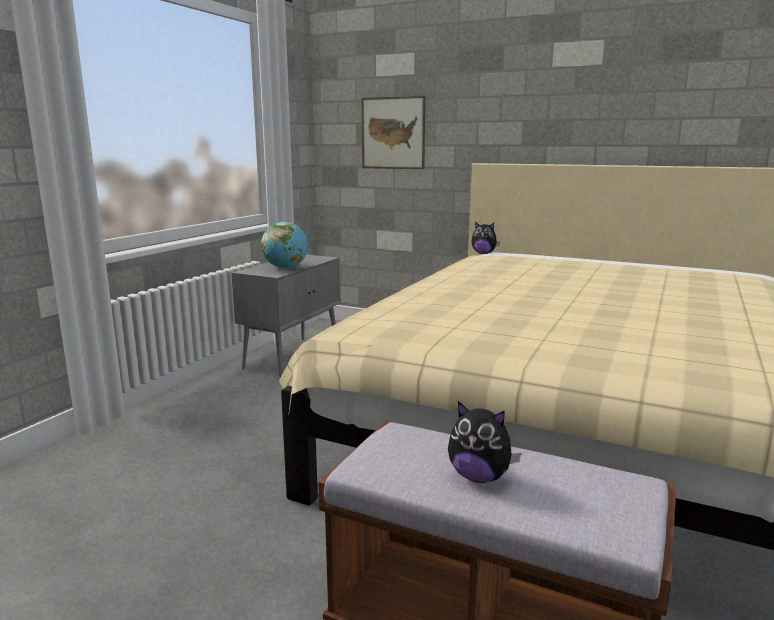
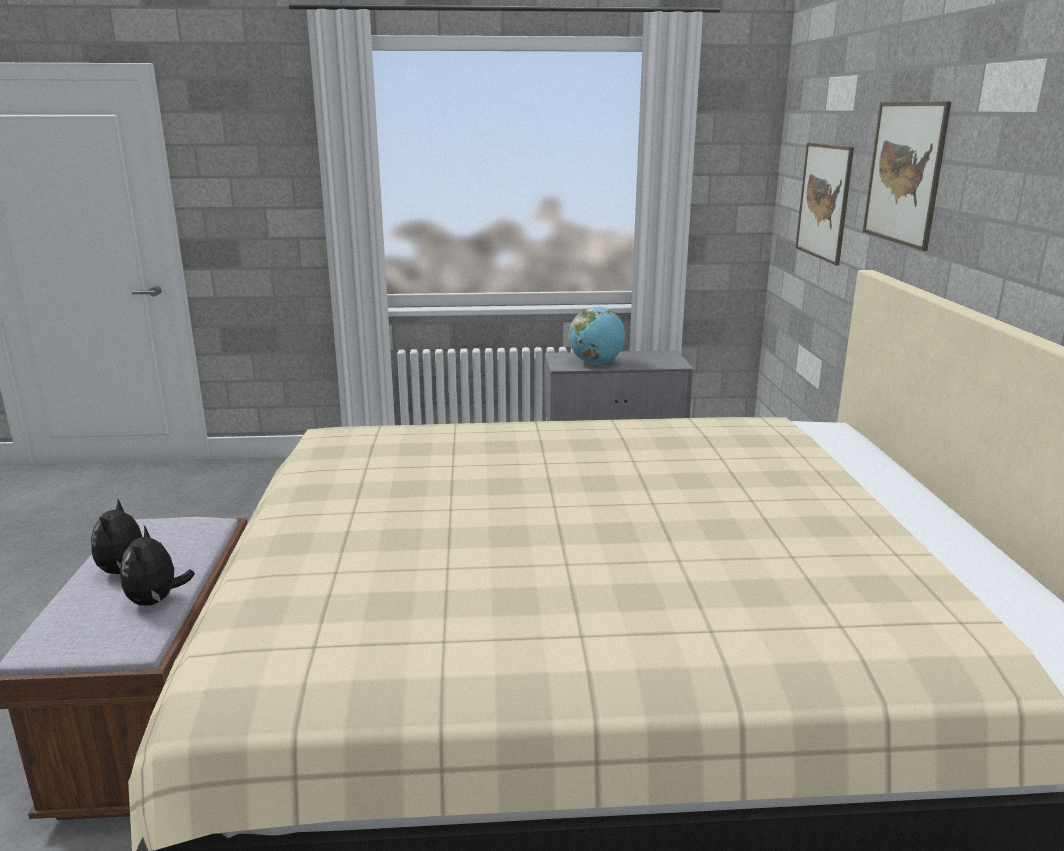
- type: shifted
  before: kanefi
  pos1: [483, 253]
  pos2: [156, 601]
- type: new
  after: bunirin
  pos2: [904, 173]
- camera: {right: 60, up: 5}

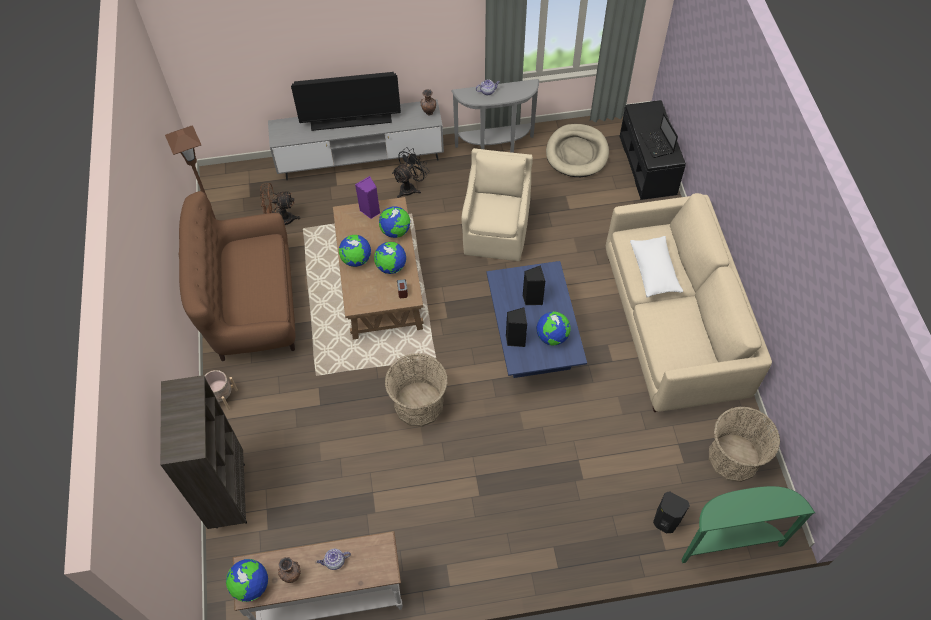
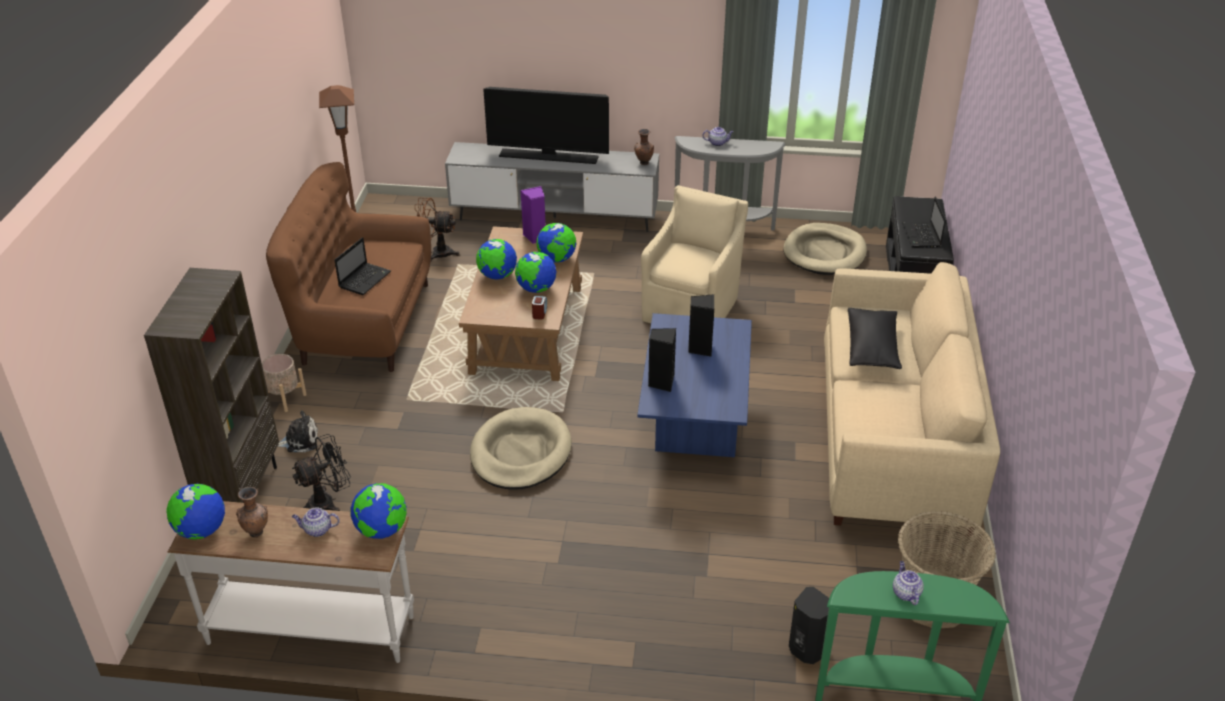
- type: new
  after: kanefi
  pos2: [300, 440]
- type: shifted
  before: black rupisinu
  pos1: [410, 187]
  pos2: [328, 501]
- type: new
  after: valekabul
  pos2: [365, 279]
- type: shifted
  before: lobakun
  pos1: [552, 337]
  pos2: [382, 530]
- type: swapped
  before: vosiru
  after: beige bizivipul
  pos1: [418, 404]
  pos2: [520, 453]
- type: repainted
  before: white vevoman
  after: black vevoman
  pos1: [654, 271]
  pos2: [872, 348]
- type: new
  after: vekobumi
  pos2: [905, 593]
- camera: {right: 15, up: -20}

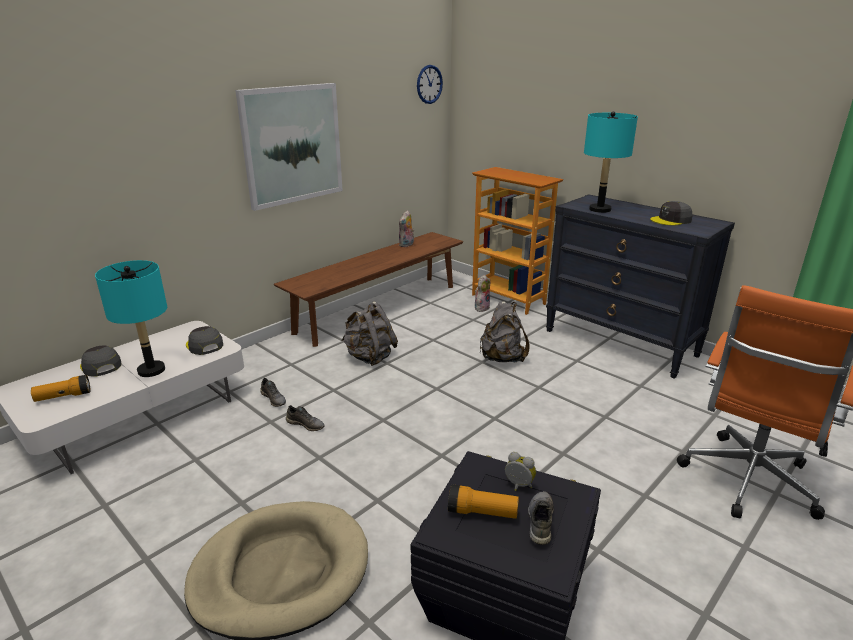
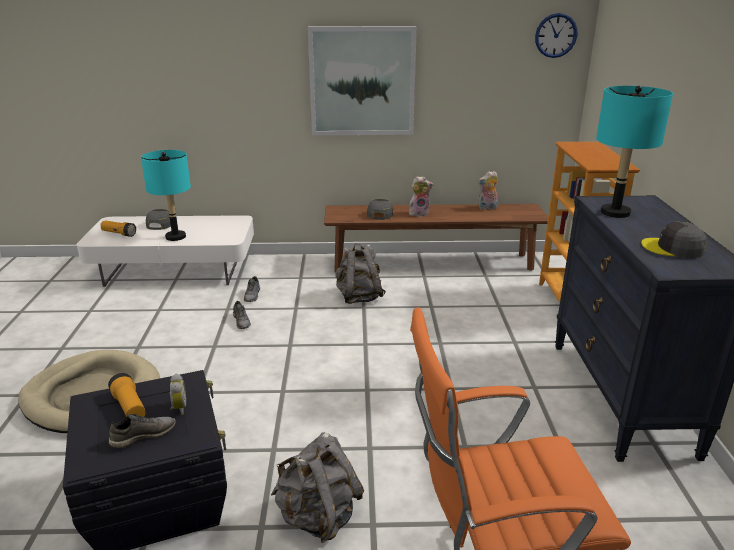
- type: shifted
  before: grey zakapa
  pos1: [502, 358]
  pos2: [318, 517]
- type: shifted
  before: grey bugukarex
  pos1: [204, 345]
  pos2: [380, 214]
- type: shifted
  before: kanefi
  pos1: [481, 307]
  pos2: [419, 213]
- camera: {right: 45, up: 0}

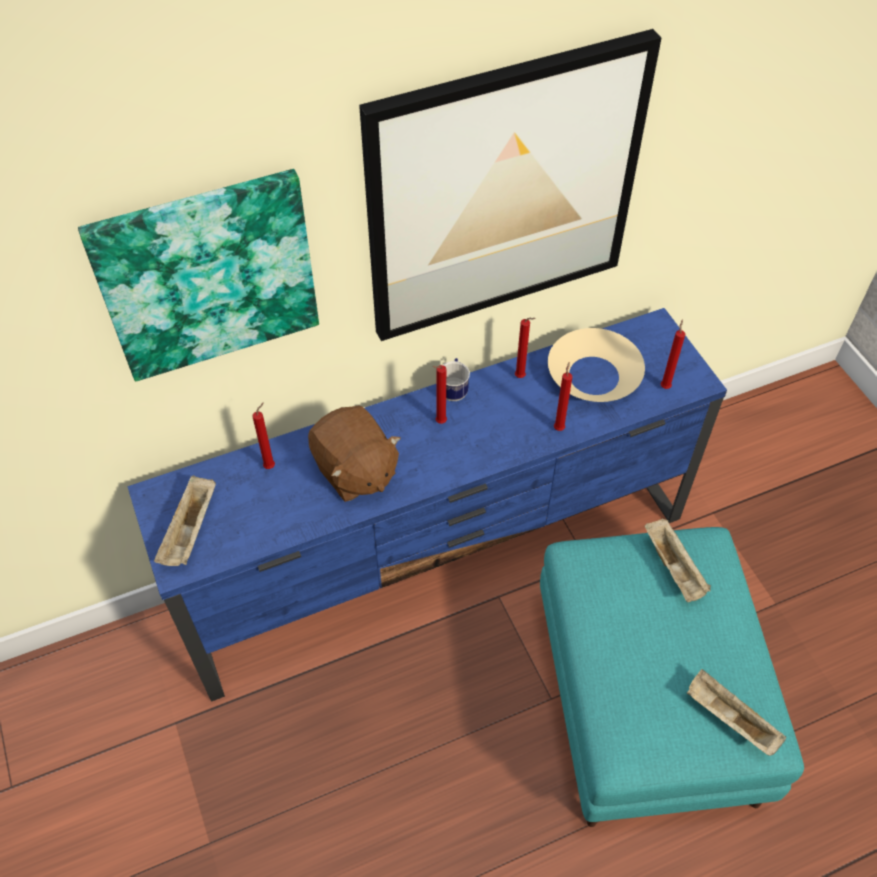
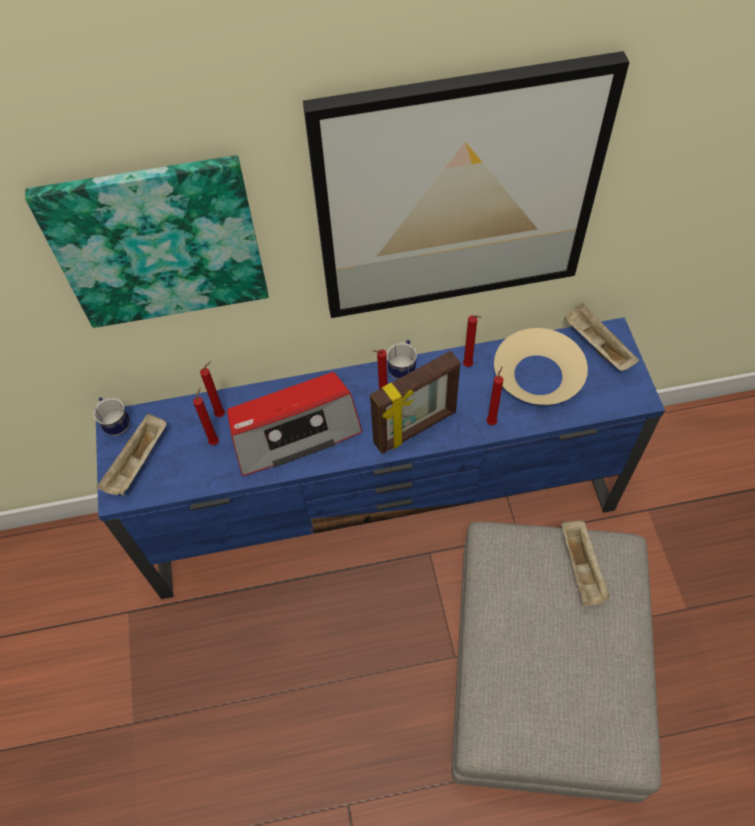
- type: new
  after: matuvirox
  pos2: [115, 423]
- type: shifted
  before: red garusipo
  pos1: [665, 386]
  pos2: [215, 441]
- type: swapped
  before: brown kanefi
  after: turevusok
  pos1: [355, 471]
  pos2: [294, 431]
- type: new
  after: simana
  pos2: [415, 429]
- type: repainted
  before: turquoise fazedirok
  after: grey fazedirok
  pos1: [647, 702]
  pos2: [542, 678]
- type: shifted
  before: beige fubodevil
  pos1: [729, 719]
  pos2: [596, 346]
- camera: {right: 15, up: 5}

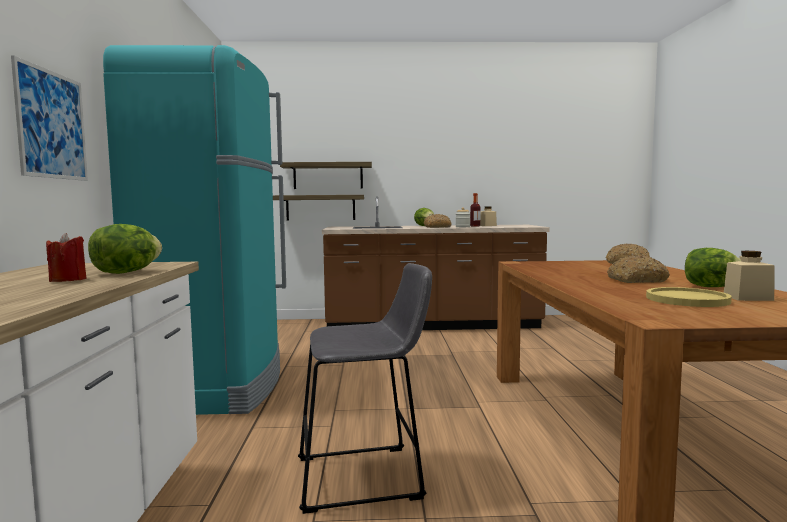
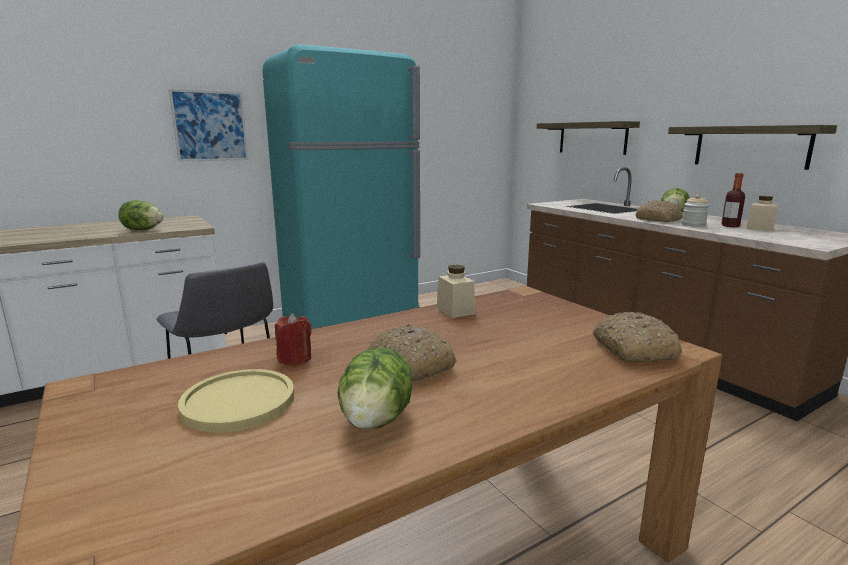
- type: shifted
  before: red garusipo
  pos1: [68, 280]
  pos2: [294, 359]
- type: shifted
  before: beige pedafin
  pos1: [748, 298]
  pos2: [455, 311]
- type: shifted
  before: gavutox
  pos1: [320, 207]
  pos2: [750, 146]
- camera: {right: 60, up: 10}

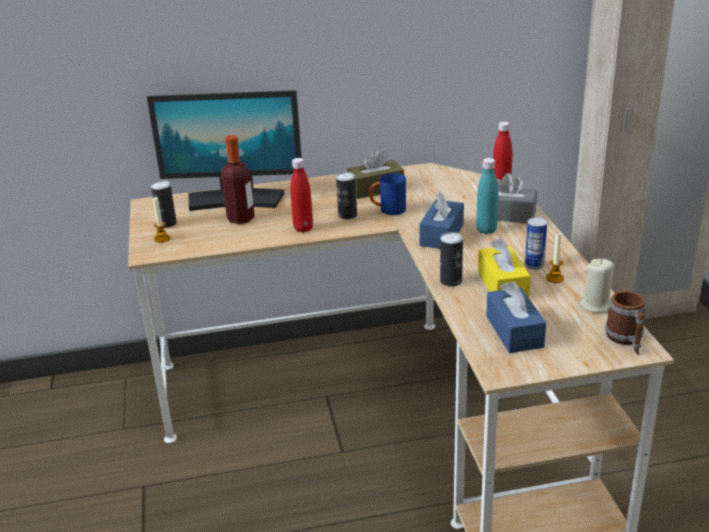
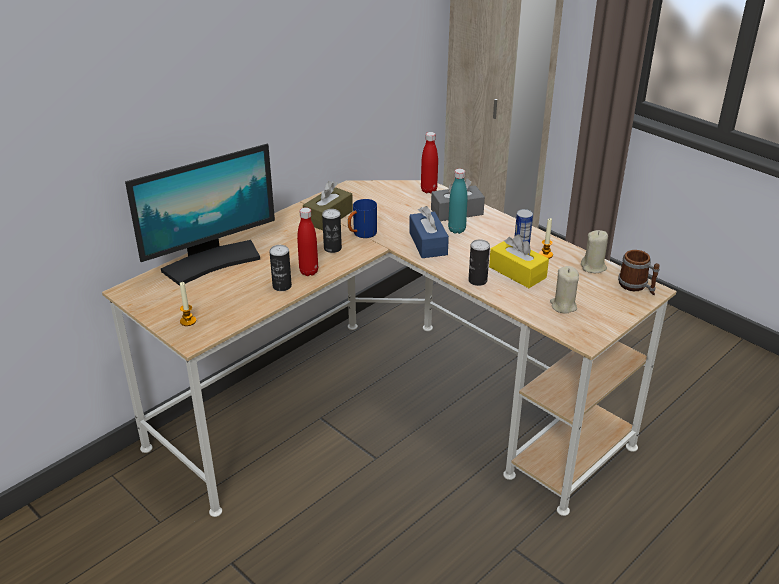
- type: shifted
  before: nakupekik
  pos1: [167, 224]
  pos2: [282, 286]
- type: swapped
  before: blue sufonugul
  after: beige garusipo
  pos1: [514, 331]
  pos2: [563, 306]
- type: gone
  before: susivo
  pos1: [240, 219]
- camera: {right: -35, up: 5}

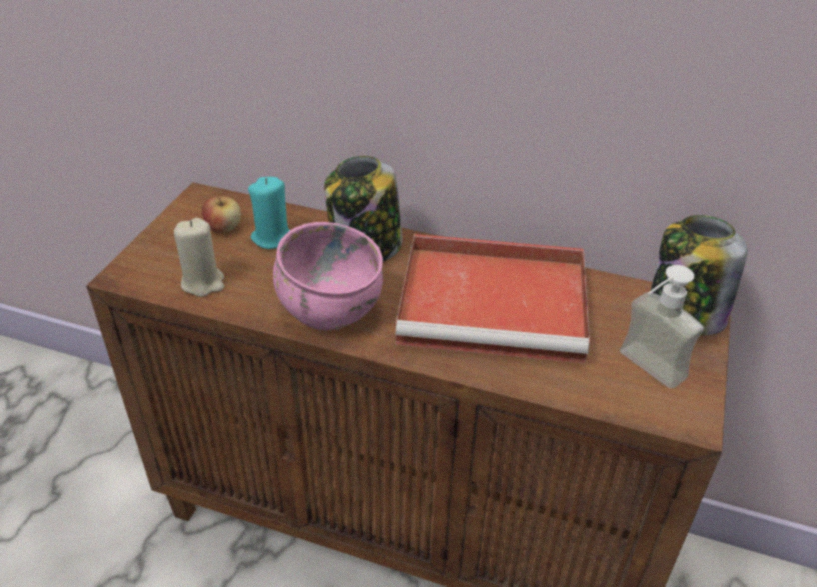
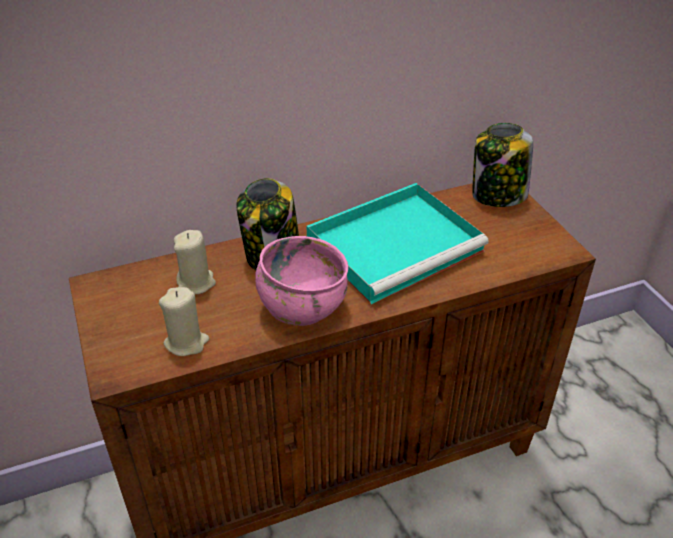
- type: repainted
  before: turquoise garusipo
  after: beige garusipo
  pos1: [273, 238]
  pos2: [196, 283]
- type: repainted
  before: red fubodevil
  after: turquoise fubodevil
  pos1: [497, 303]
  pos2: [397, 244]
- type: gone
  before: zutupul
  pos1: [224, 228]
- type: gone
  before: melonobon
  pos1: [643, 371]
- camera: {right: -40, up: 0}

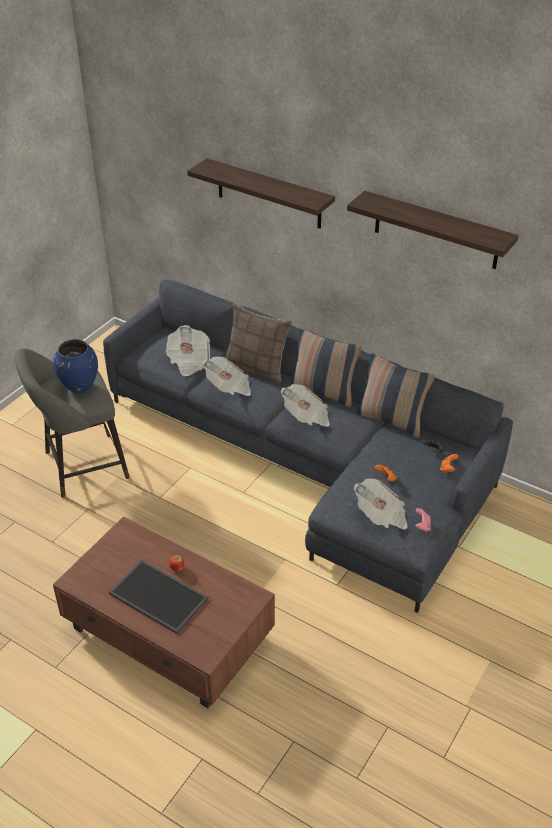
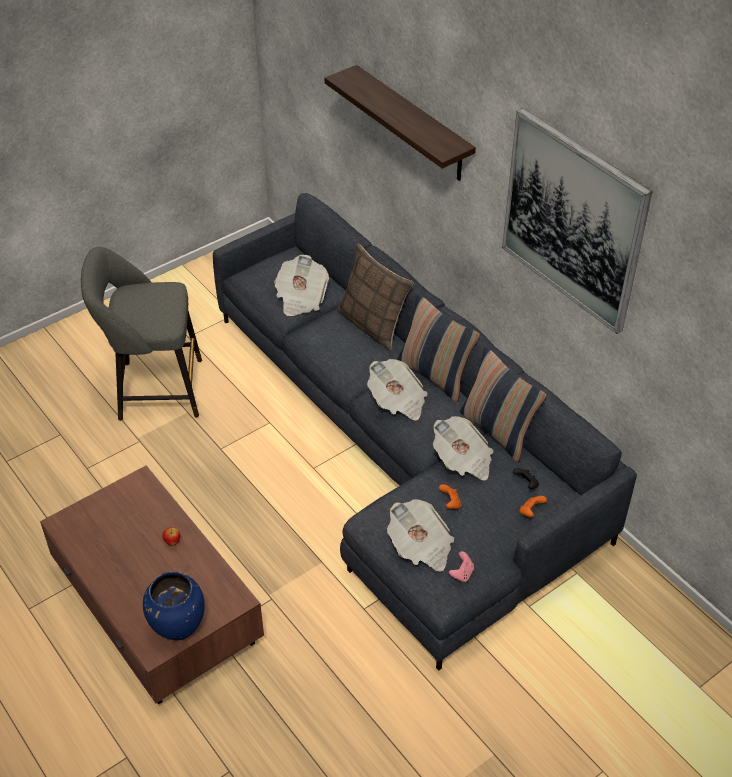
- type: shifted
  before: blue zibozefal
  pos1: [80, 387]
  pos2: [178, 628]
- type: shifted
  before: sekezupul
  pos1: [228, 387]
  pos2: [463, 460]
- type: swapped
  before: gavutox
  after: bunirin
  pos1: [436, 231]
  pos2: [573, 220]
- type: gone
  before: fubodevil
  pos1: [160, 595]
- camera: {right: 20, up: 5}

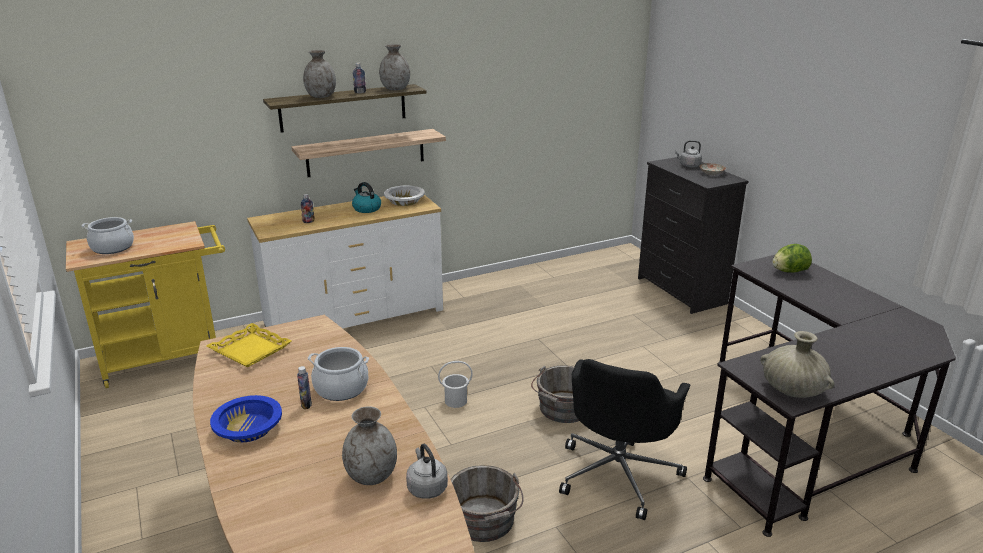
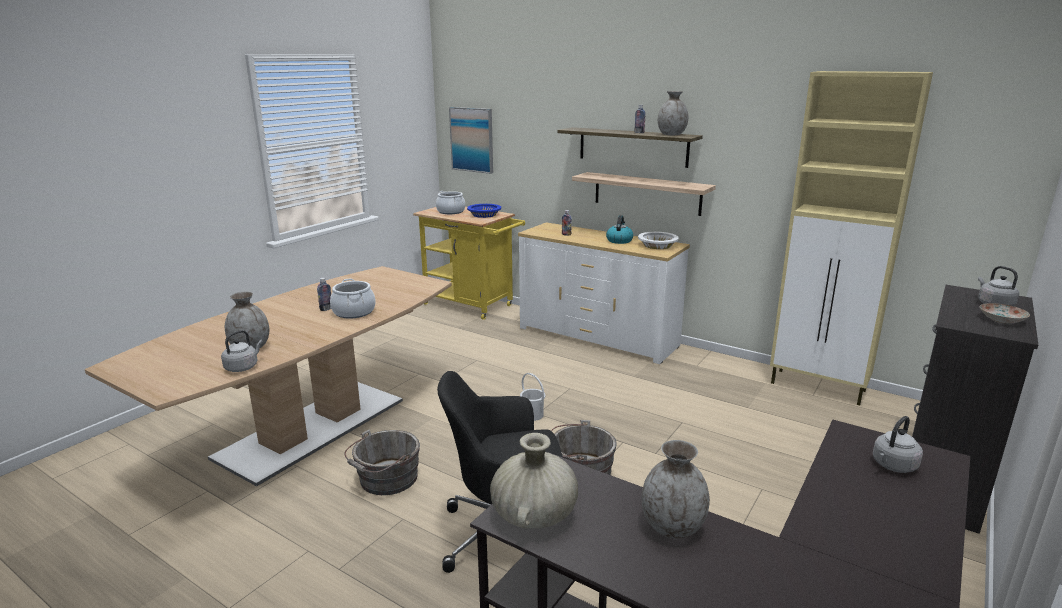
- type: new
  after: bunirin
  pos2: [472, 140]
- type: shifted
  before: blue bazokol
  pos1: [248, 428]
  pos2: [484, 215]
- type: shifted
  before: grey zibozefal
  pos1: [321, 96]
  pos2: [672, 527]
- type: new
  after: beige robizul
  pos2: [819, 387]
- type: swapped
  before: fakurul
  after: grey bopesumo
  pos1: [789, 271]
  pos2: [893, 466]
- type: gone
  before: yellow fubodevil
  pos1: [250, 350]
- camera: {right: 60, up: -5}

